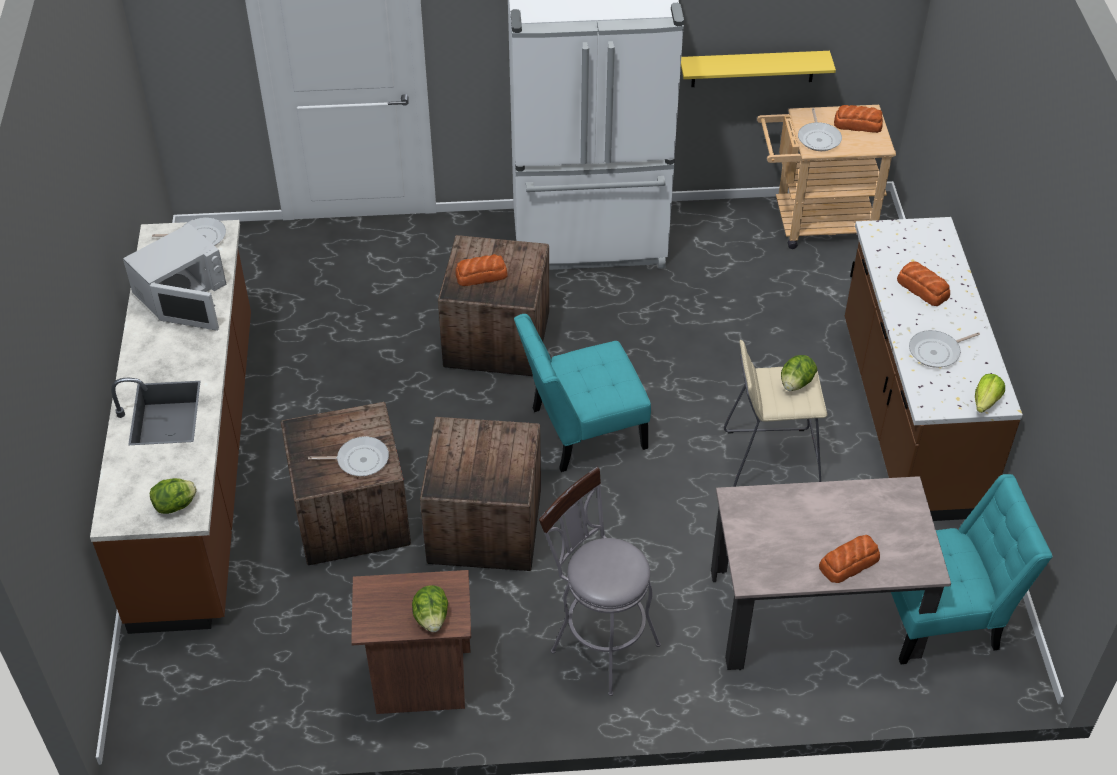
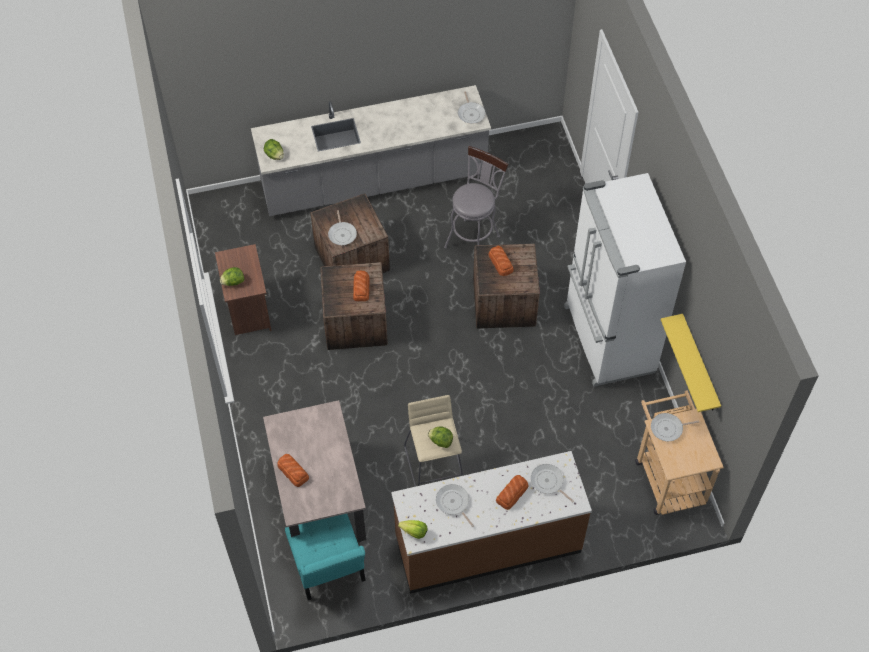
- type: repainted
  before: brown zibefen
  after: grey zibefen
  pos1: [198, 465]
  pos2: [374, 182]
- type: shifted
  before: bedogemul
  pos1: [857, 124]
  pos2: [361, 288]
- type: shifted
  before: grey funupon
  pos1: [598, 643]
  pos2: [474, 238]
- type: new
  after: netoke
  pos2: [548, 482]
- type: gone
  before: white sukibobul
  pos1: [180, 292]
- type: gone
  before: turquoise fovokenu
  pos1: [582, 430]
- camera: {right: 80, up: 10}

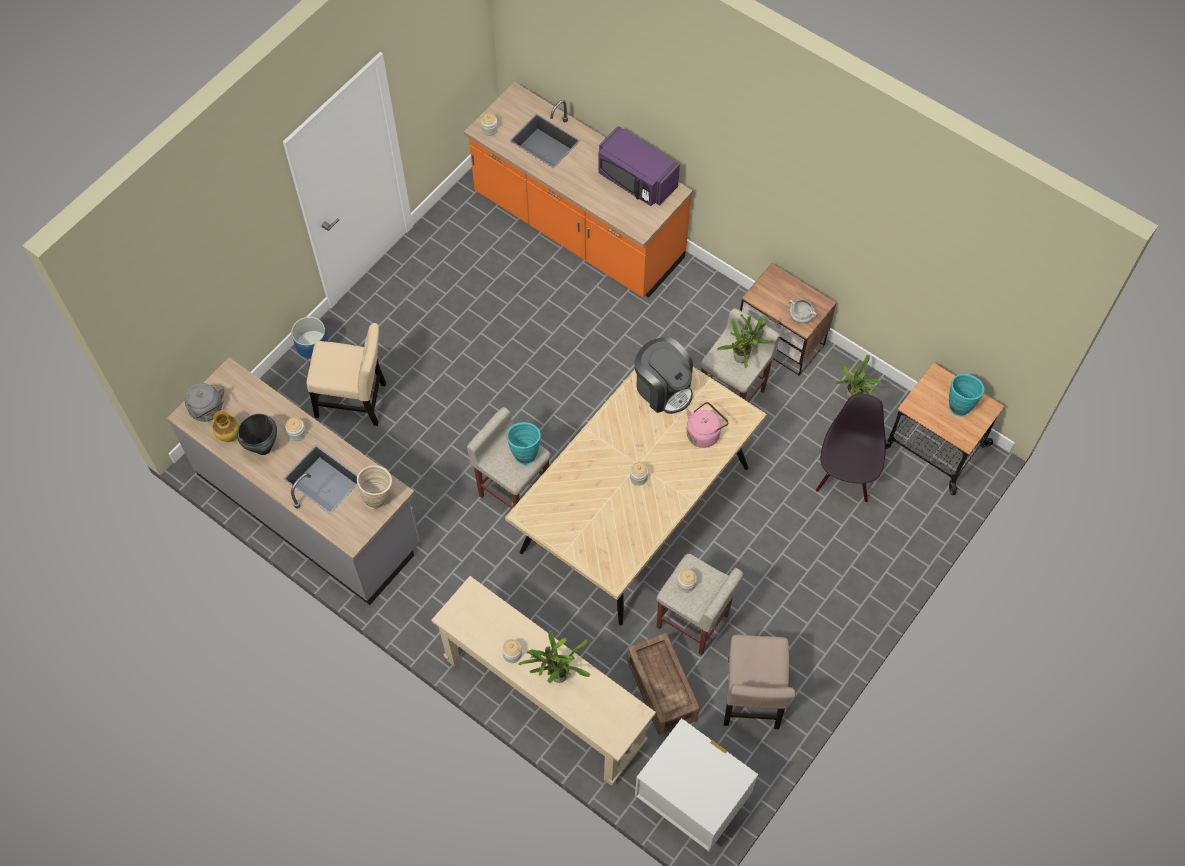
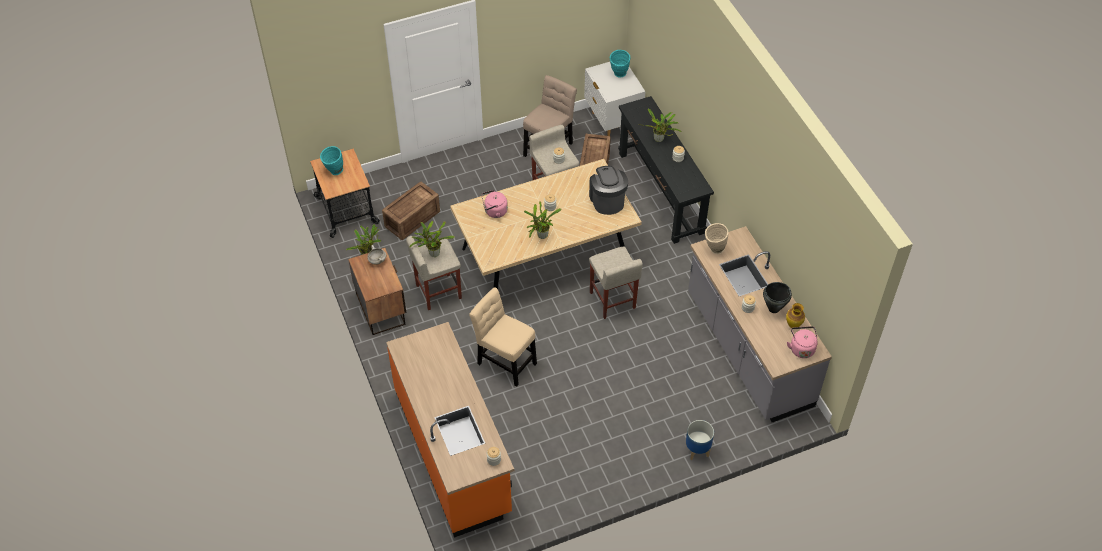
- type: swapped
  before: black fovokenu
  after: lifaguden
  pos1: [845, 477]
  pos2: [411, 219]
- type: shifted
  before: beige fovokenu
  pos1: [355, 401]
  pos2: [504, 361]
- type: new
  after: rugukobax
  pos2: [541, 236]
- type: shifted
  before: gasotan
  pos1: [663, 388]
  pos2: [607, 200]
- type: shifted
  before: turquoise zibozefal
  pos1: [524, 453]
  pos2: [619, 75]
- type: repainted
  before: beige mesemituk
  after: black mesemituk
  pos1: [544, 701]
  pos2: [660, 192]
- type: repainted
  before: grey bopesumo
  after: pink bopesumo
  pos1: [208, 410]
  pos2: [801, 348]
- type: gone
  before: purple sukibobul
  pos1: [636, 180]
- camera: {right: -150, up: -10}

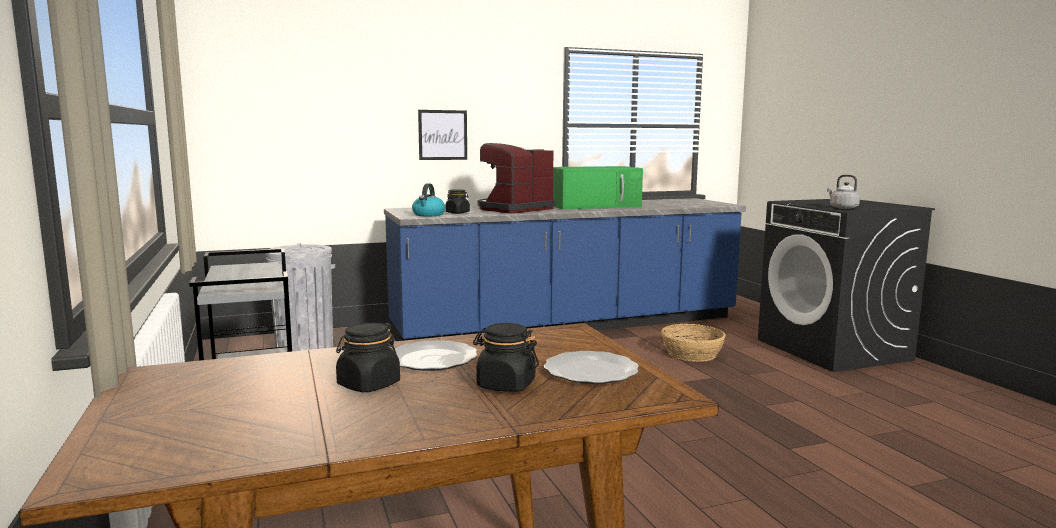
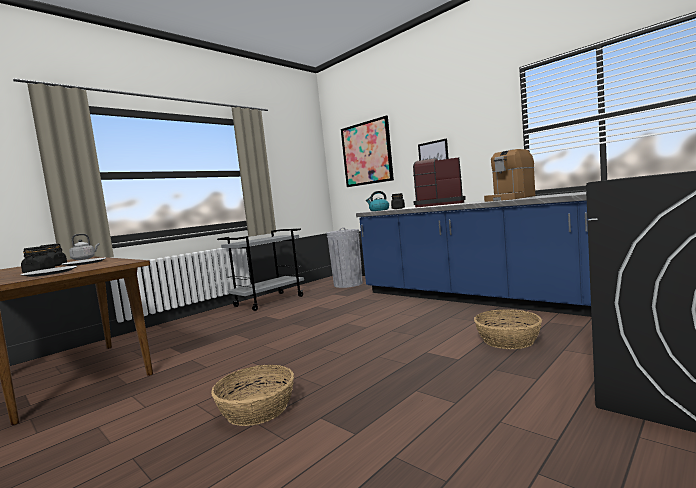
- type: shifted
  before: grey bopesumo
  pos1: [842, 208]
  pos2: [85, 259]
- type: new
  after: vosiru
  pos2: [257, 409]
- type: new
  after: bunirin
  pos2: [366, 153]
- type: swapped
  before: green sukibobul
  after: gasotan
  pos1: [595, 205]
  pos2: [510, 198]
- camera: {right: 65, up: -5}

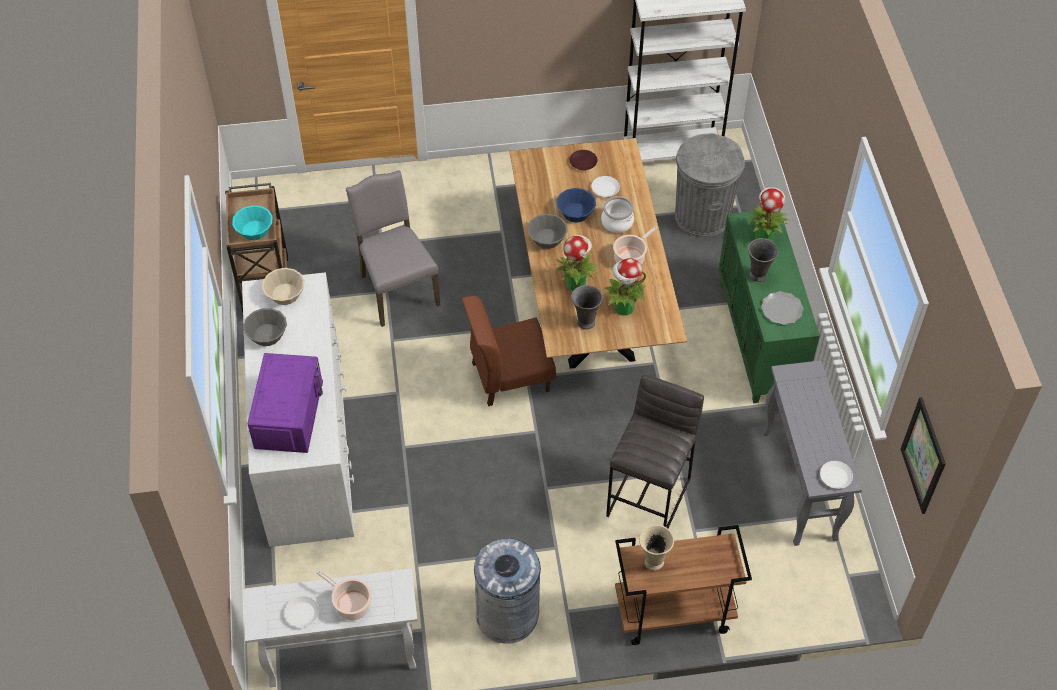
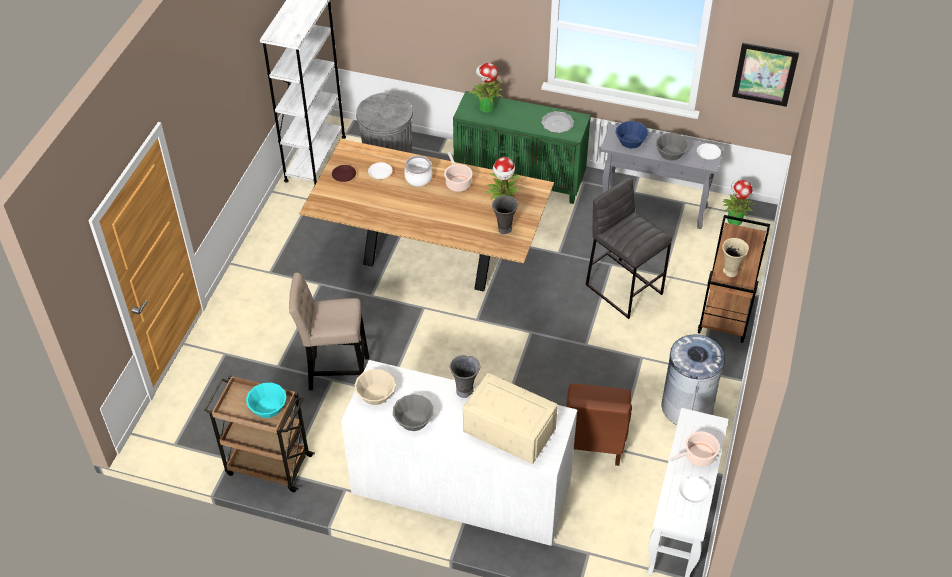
- type: swapped
  before: grey fovokenu
  after: beige funupon
  pos1: [397, 289]
  pos2: [335, 372]
- type: shifted
  before: grey zibozefal
  pos1: [758, 276]
  pos2: [465, 391]
- type: repainted
  before: purple sukibobul
  after: beige sukibobul
  pos1: [288, 413]
  pos2: [508, 429]
- type: shifted
  before: brown fovokenu
  pos1: [509, 376]
  pos2: [594, 439]
- type: shifted
  before: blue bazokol
  pos1: [575, 212]
  pos2: [631, 141]
- type: shifted
  before: grey bazokol
  pos1: [547, 238]
  pos2: [670, 153]
- type: shifted
  before: rugukobax
  pos1: [576, 283]
  pos2: [734, 220]
- camera: {right: -65, up: -5}

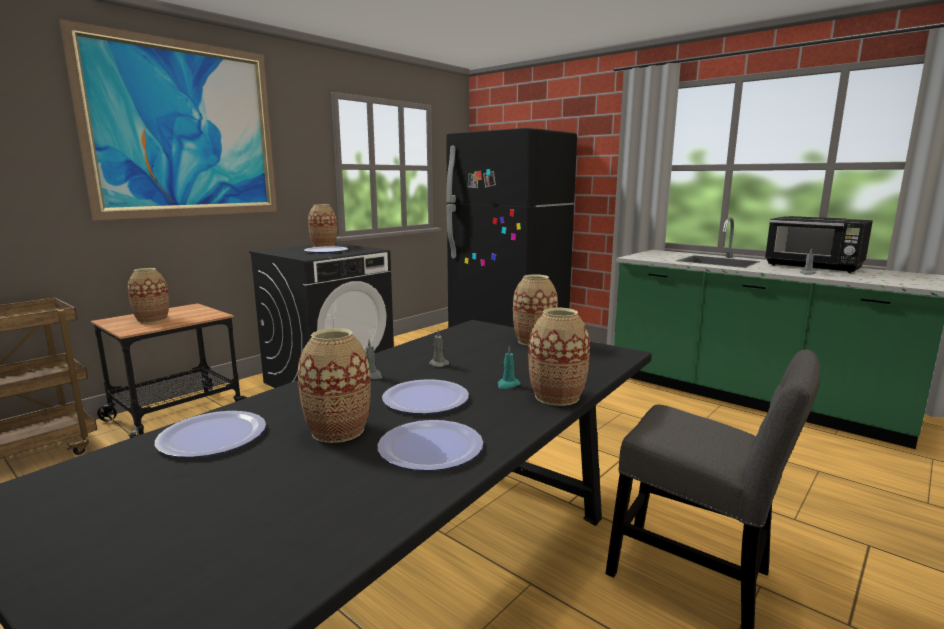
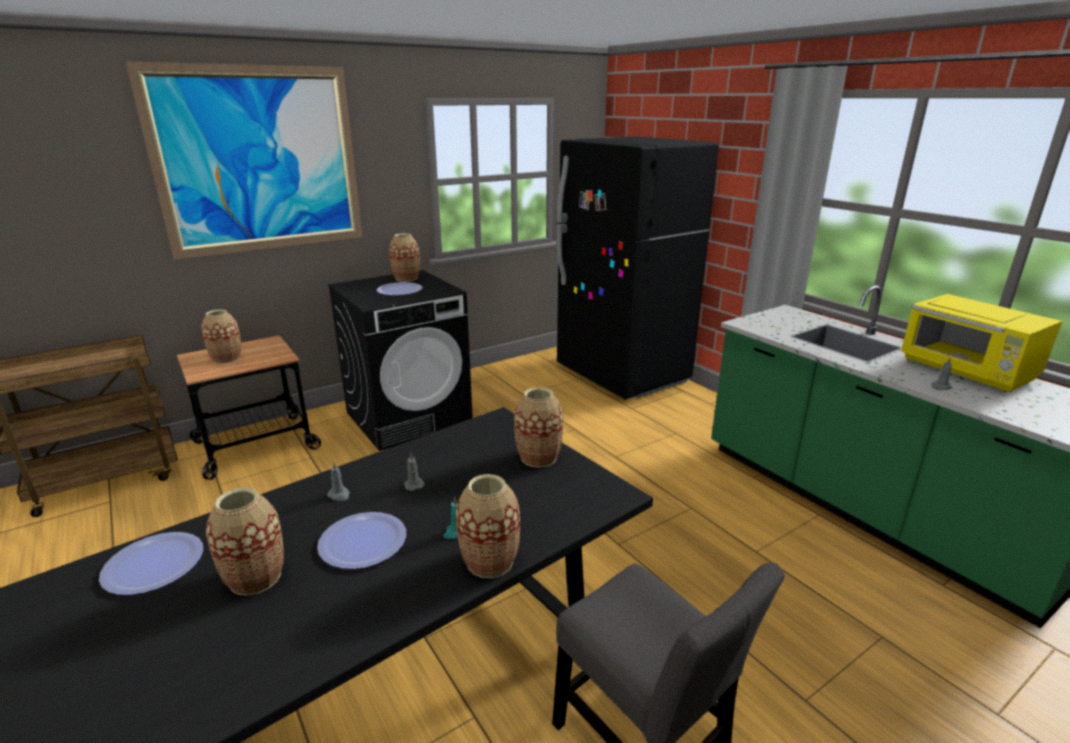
- type: repainted
  before: black sukibobul
  after: yellow sukibobul
  pos1: [814, 267]
  pos2: [967, 371]
- type: gone
  before: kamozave
  pos1: [430, 447]
- camera: {right: 15, up: 10}

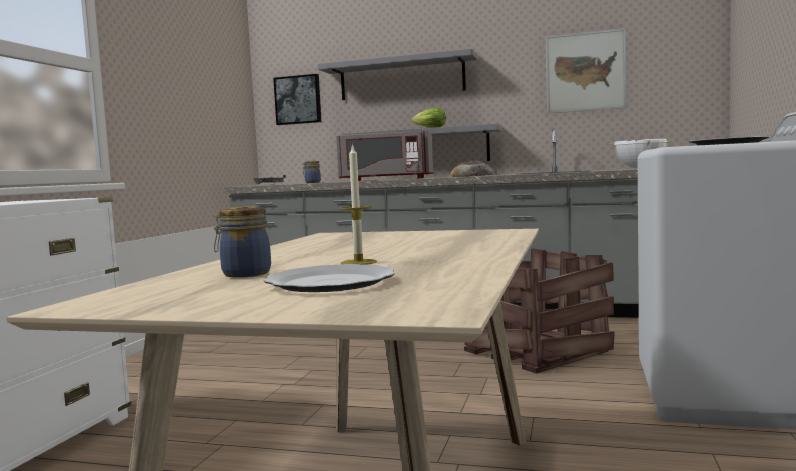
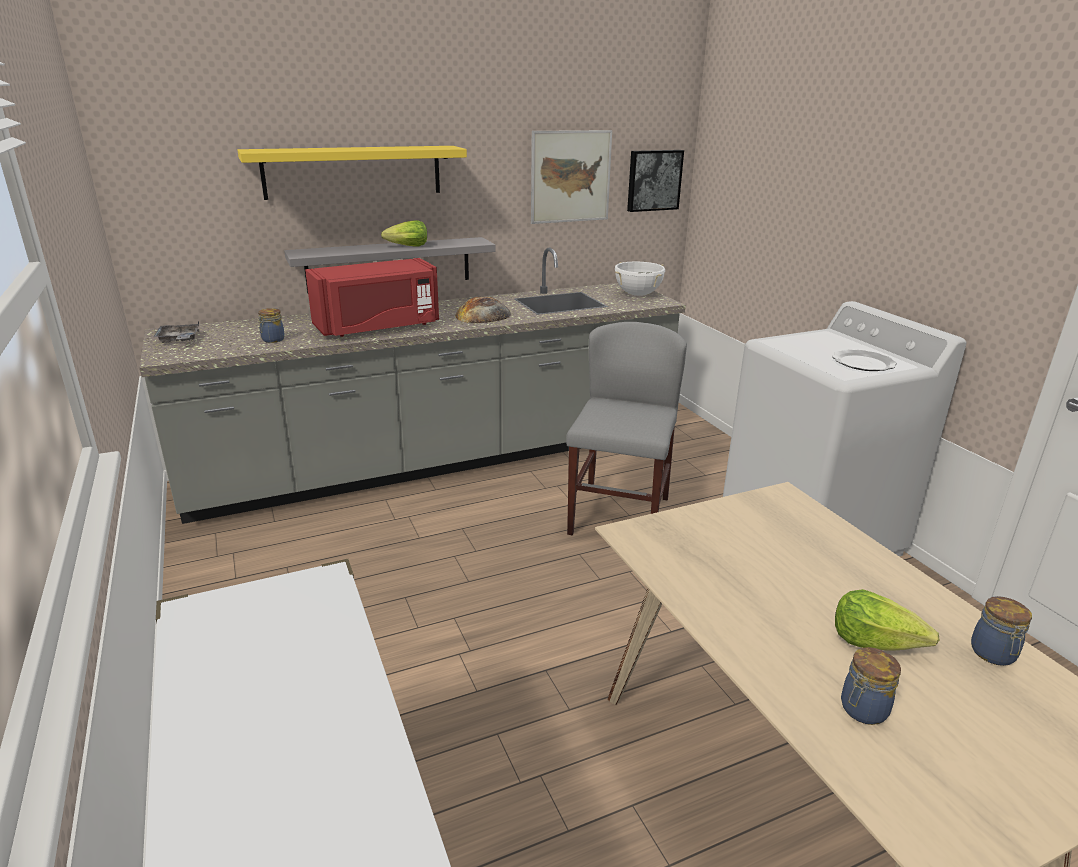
- type: repainted
  before: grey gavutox
  after: yellow gavutox
  pos1: [401, 78]
  pos2: [353, 171]
- type: repainted
  before: grey sukibobul
  after: red sukibobul
  pos1: [386, 179]
  pos2: [378, 327]
- type: swapped
  before: lifaguden
  after: grey fovokenu
  pos1: [536, 351]
  pos2: [619, 515]
- type: shifted
  before: bunirin
  pos1: [298, 100]
  pos2: [653, 180]
- type: swapped
  before: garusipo
  after: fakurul
  pos1: [358, 262]
  pos2: [874, 641]
- type: new
  after: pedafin
  pos2: [993, 654]
- type: gone
  before: kamozave
  pos1: [328, 283]
- camera: {right: -40, up: 20}

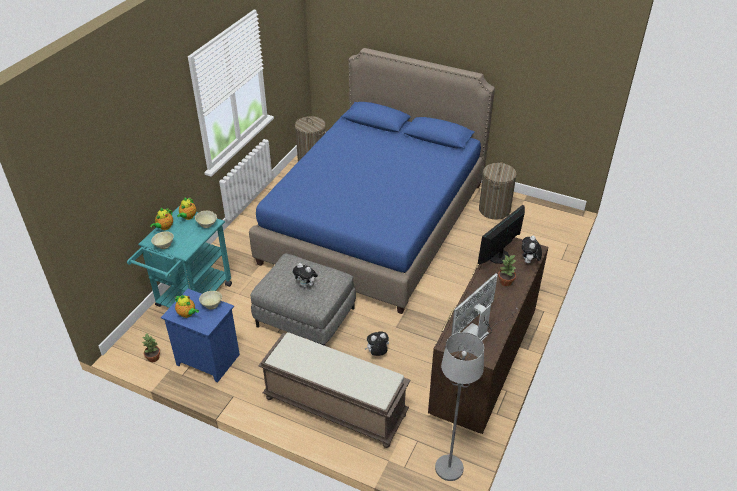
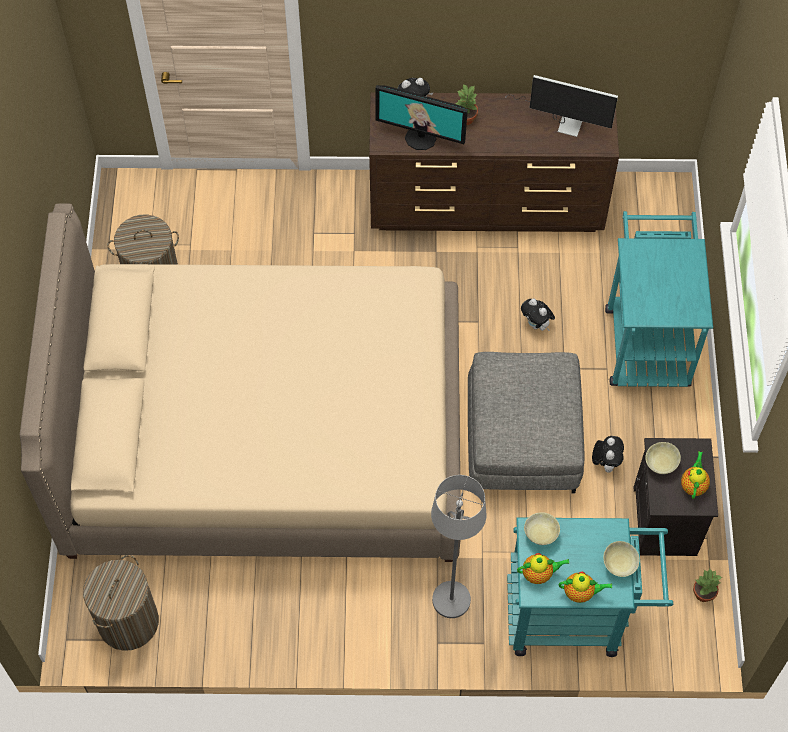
- type: repainted
  before: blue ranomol
  after: beige ranomol
  pos1: [375, 222]
  pos2: [266, 437]
- type: shifted
  before: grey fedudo
  pos1: [448, 468]
  pos2: [451, 600]
- type: shifted
  before: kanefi
  pos1: [306, 285]
  pos2: [605, 462]
- type: swapped
  before: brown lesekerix
  after: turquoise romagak
  pos1: [334, 407]
  pos2: [646, 337]
- type: repainted
  before: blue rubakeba
  after: black rubakeba
  pos1: [207, 360]
  pos2: [666, 522]
- camera: {right: -115, up: 20}

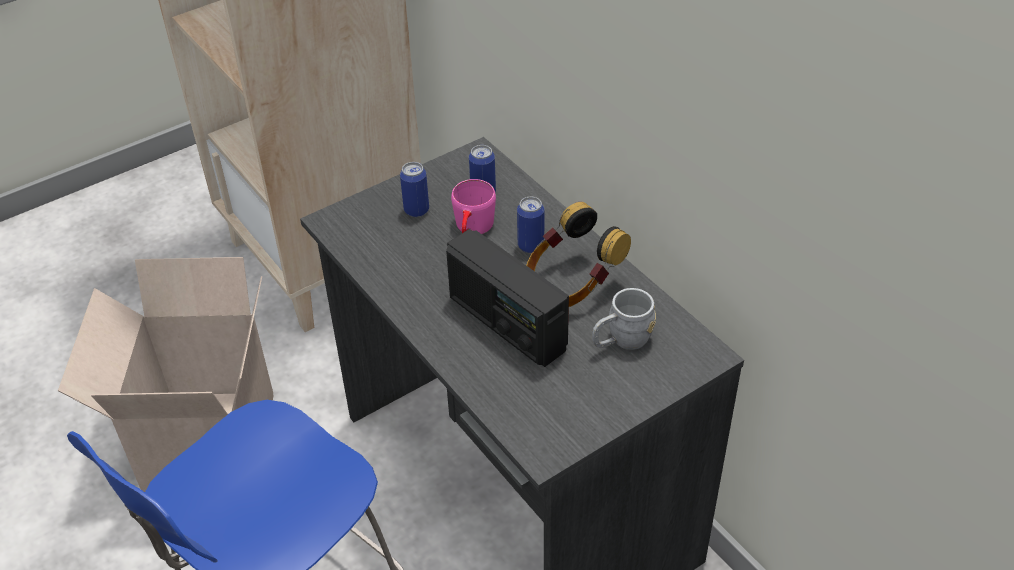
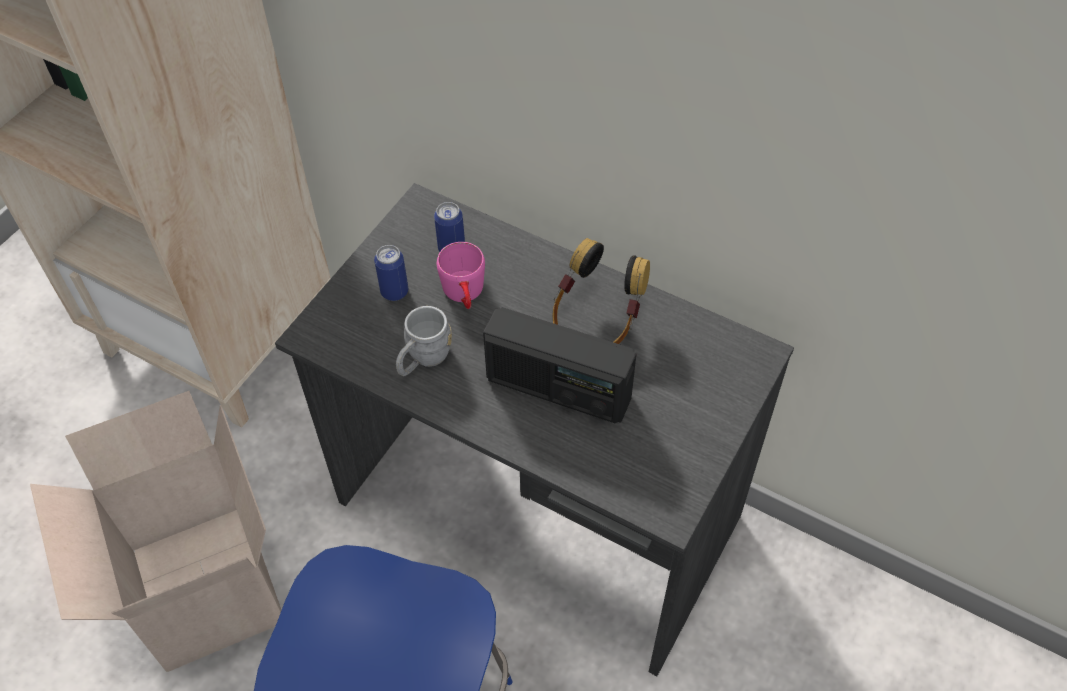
- type: shifted
  before: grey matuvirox
  pos1: [621, 341]
  pos2: [423, 360]
- type: gone
  before: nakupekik
  pos1: [531, 245]
- camera: {right: -25, up: 10}

